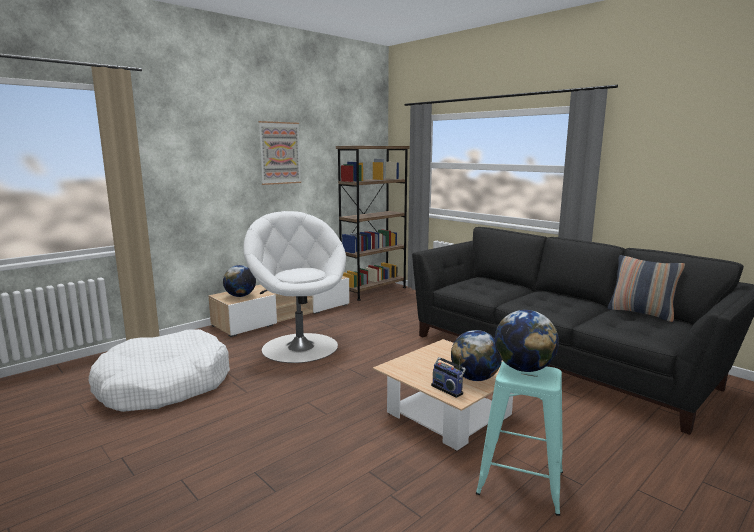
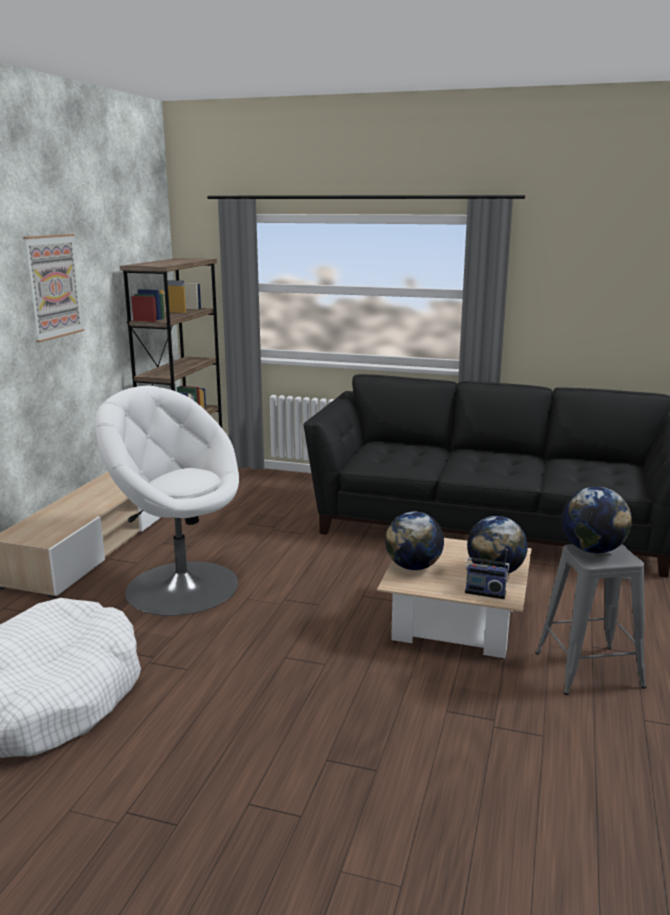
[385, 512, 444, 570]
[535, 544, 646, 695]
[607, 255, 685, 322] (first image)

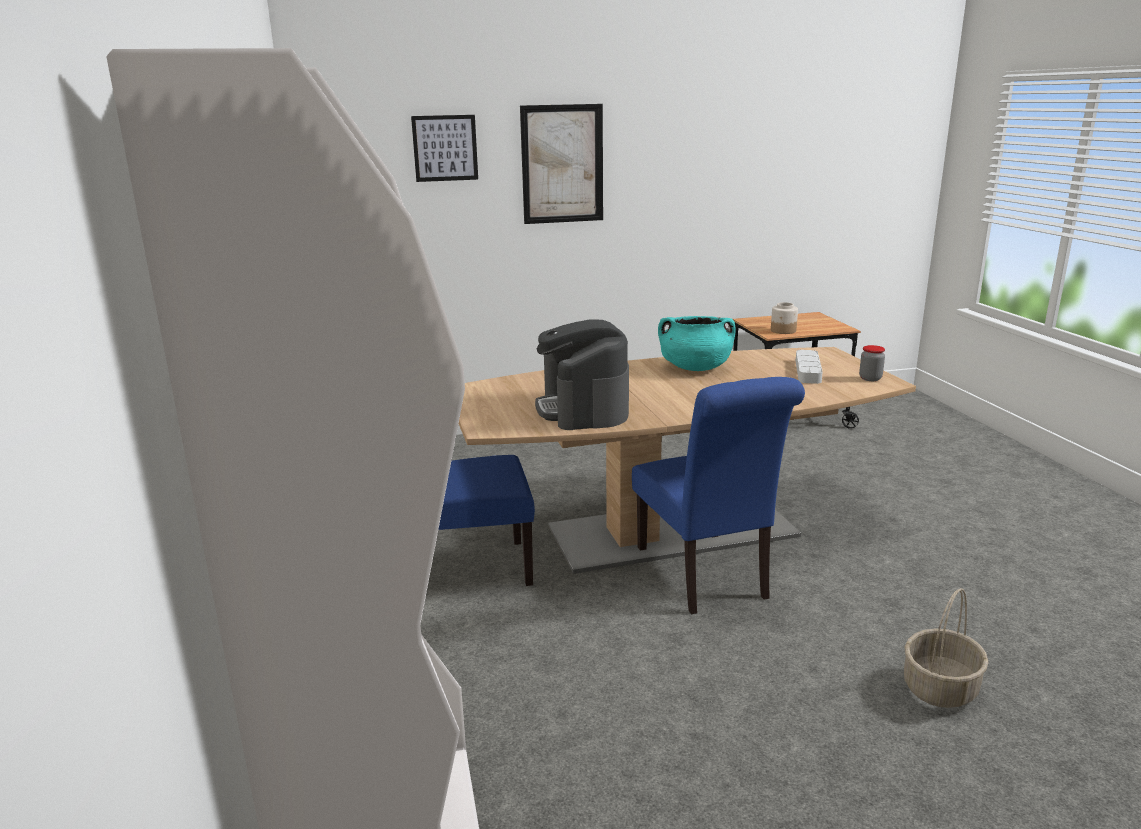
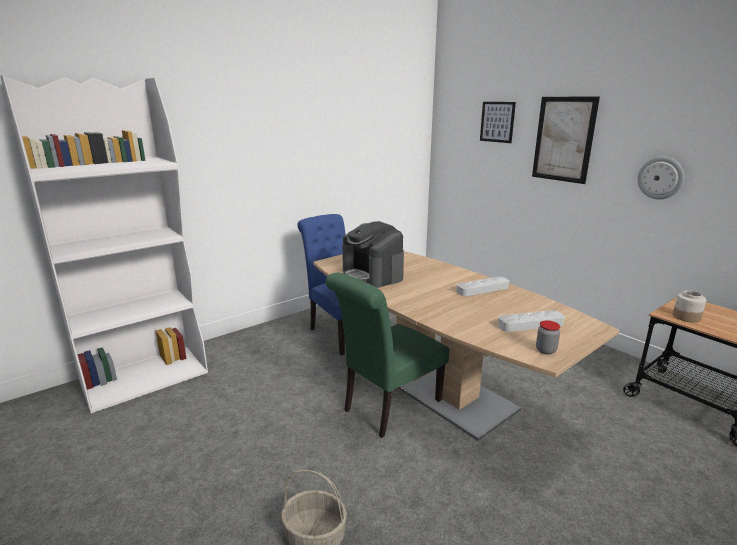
[326, 273, 449, 438]
[342, 221, 404, 288]
[456, 277, 509, 296]
[637, 157, 684, 199]

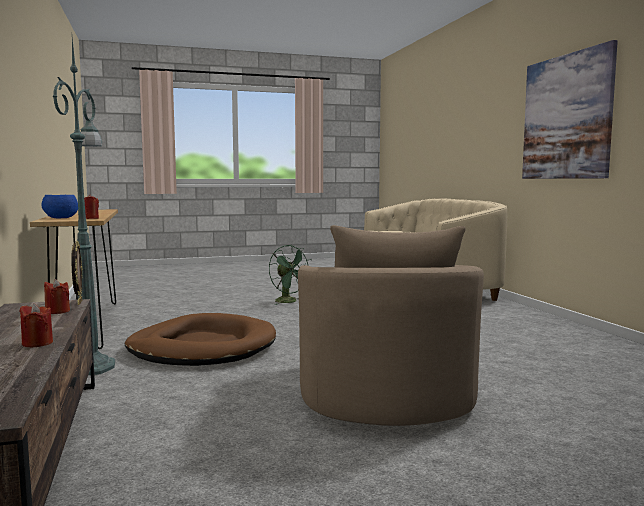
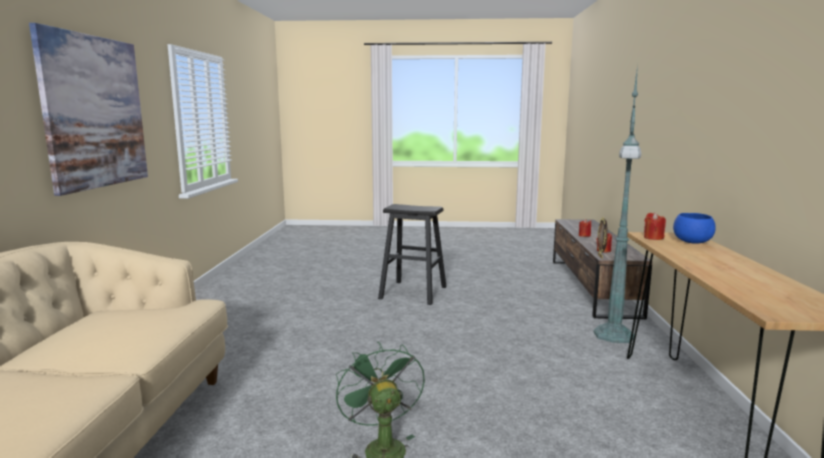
[378, 204, 447, 305]
[125, 313, 276, 366] (first image)

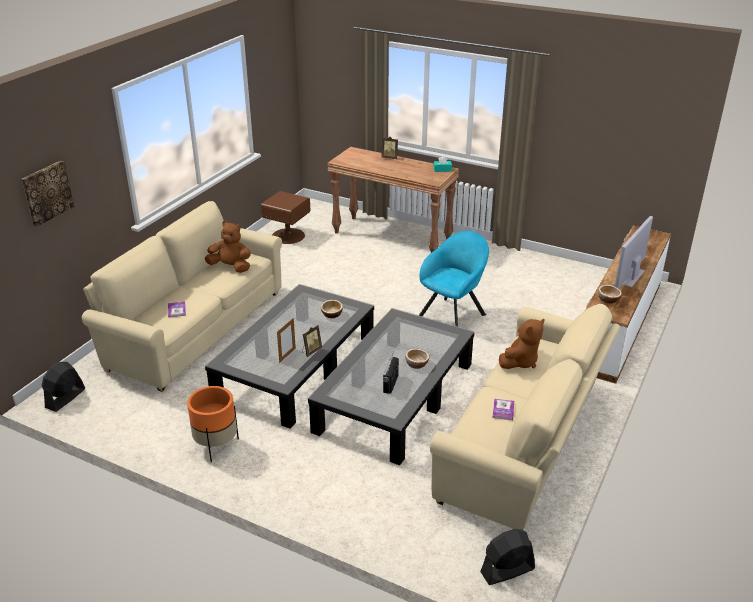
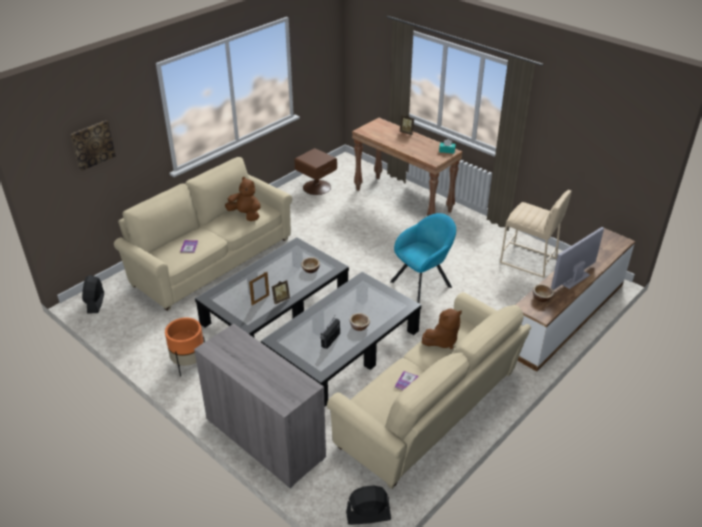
[82, 275, 104, 314]
[194, 324, 326, 488]
[500, 190, 572, 278]

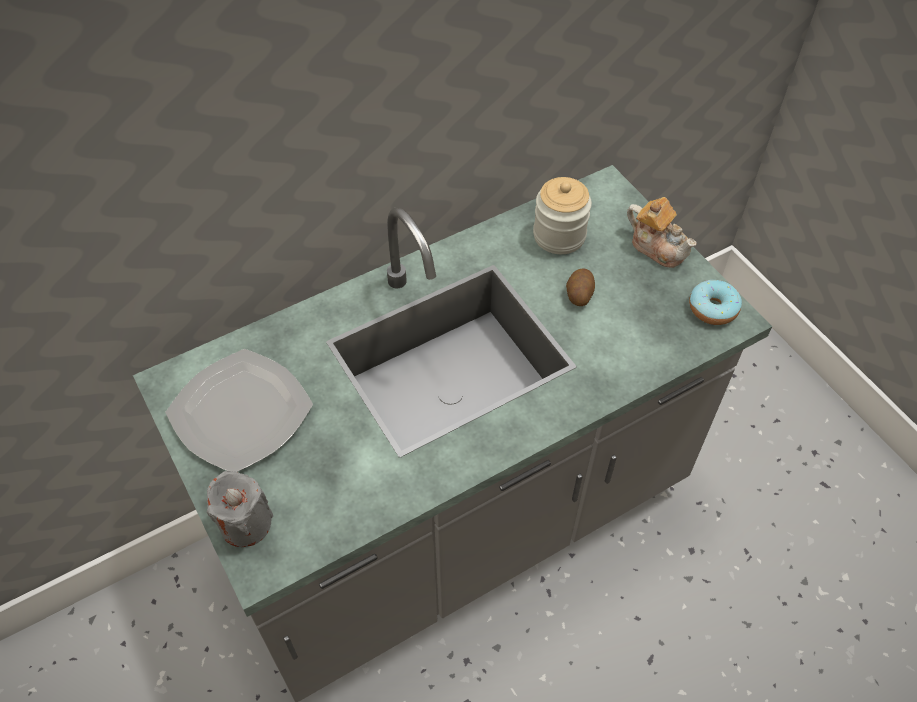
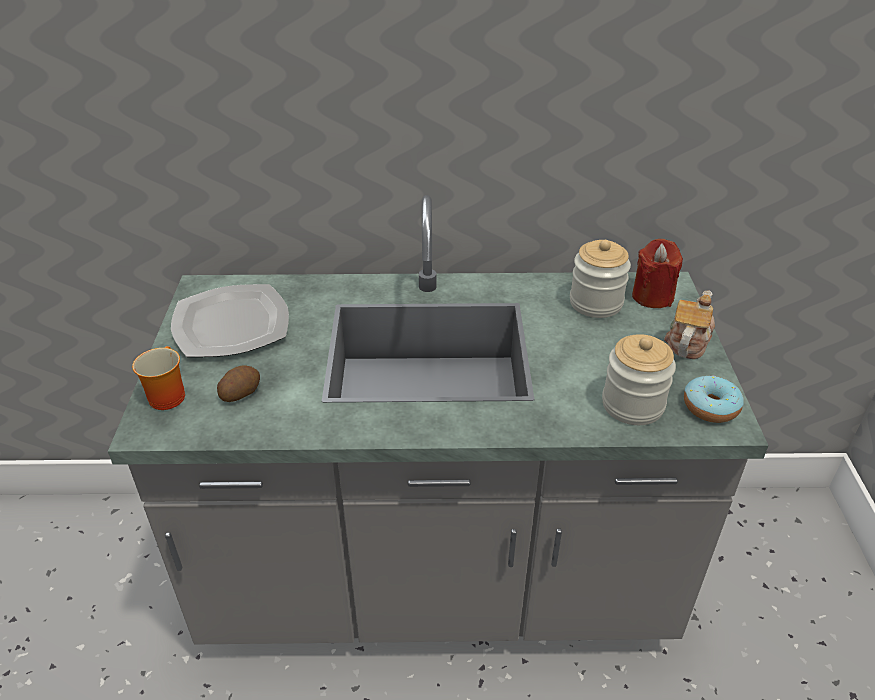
[132, 346, 185, 410]
[217, 365, 260, 402]
[602, 335, 676, 425]
[632, 239, 683, 308]
[664, 290, 715, 359]

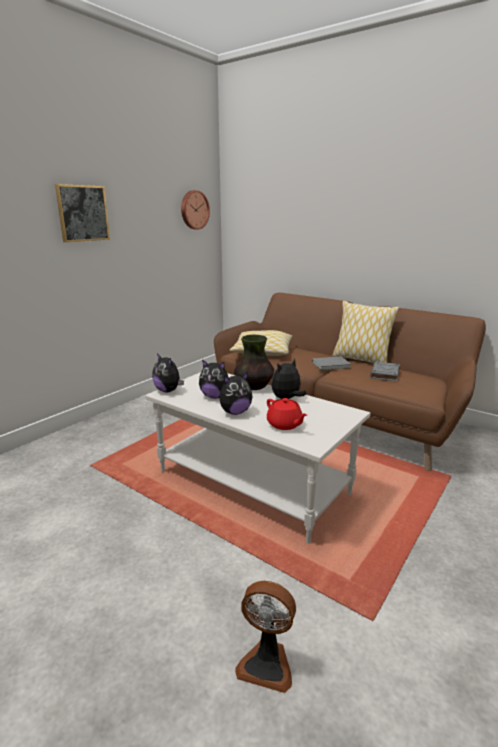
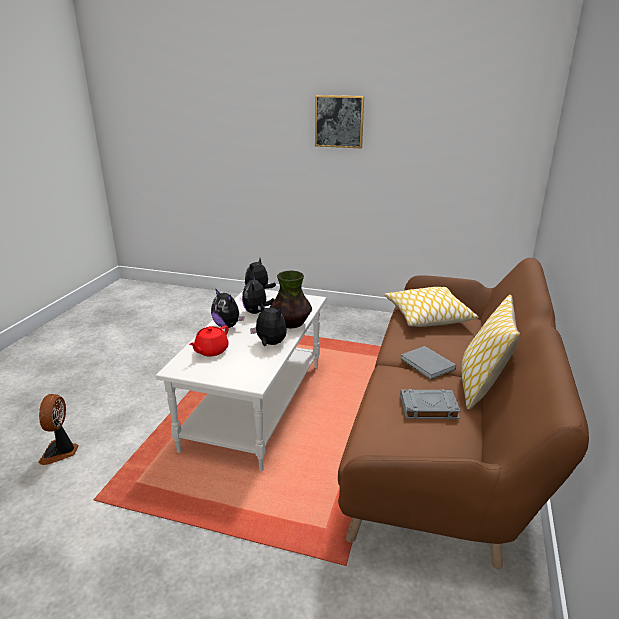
[181, 190, 210, 230] (first image)

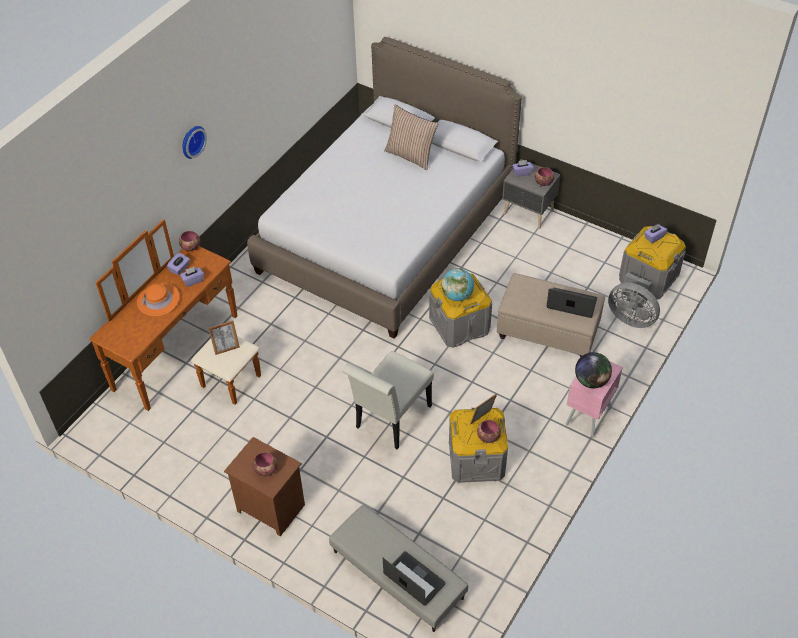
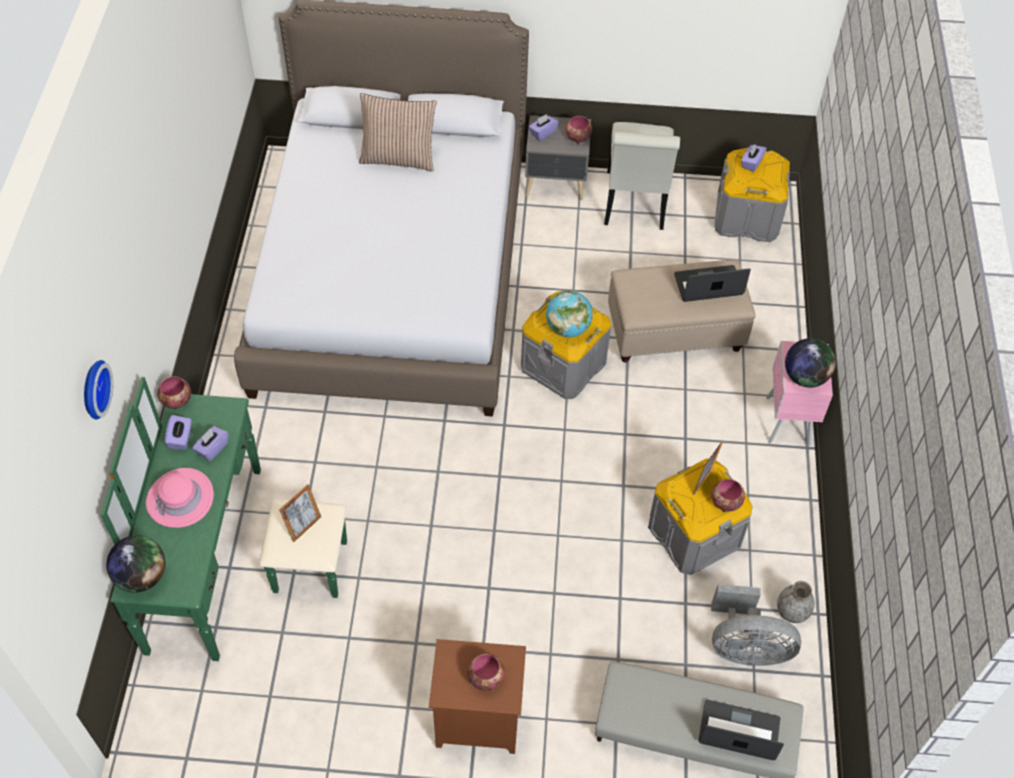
[84, 360, 113, 420]
[101, 377, 347, 661]
[106, 535, 165, 593]
[146, 468, 214, 528]
[604, 122, 680, 230]
[711, 584, 801, 666]
[777, 581, 815, 623]

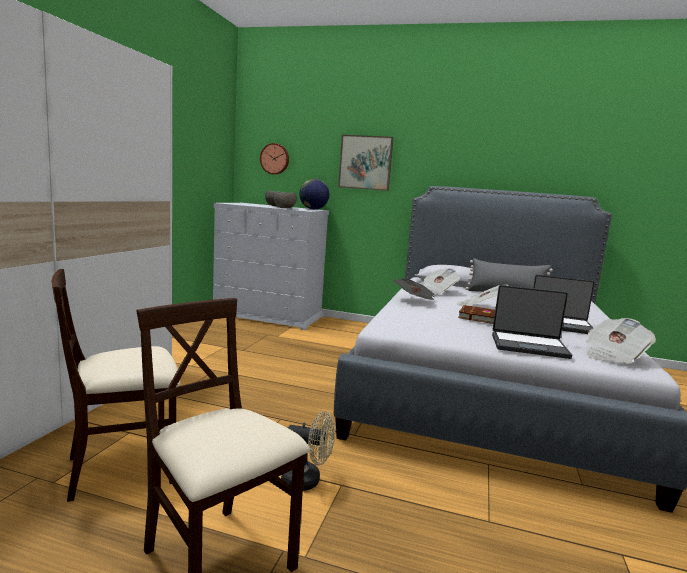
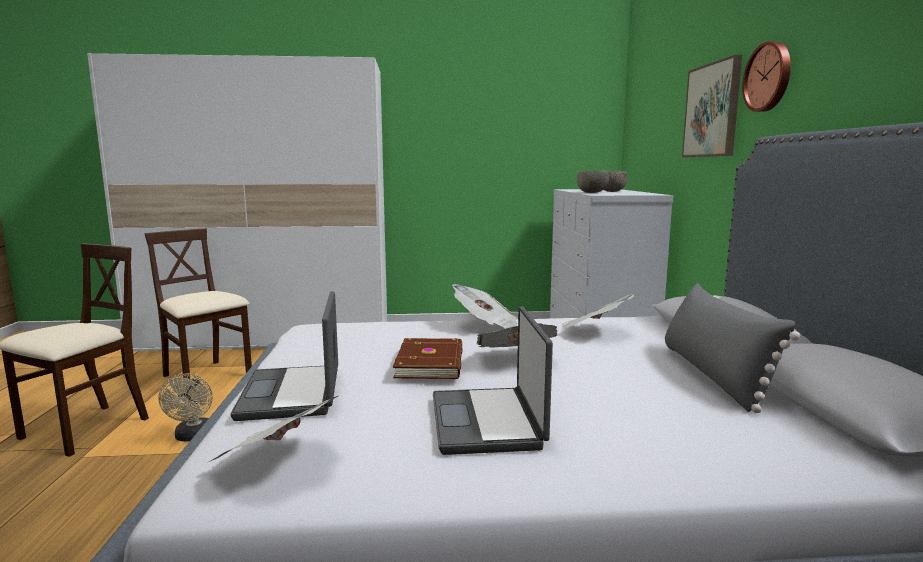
[742, 41, 791, 112]
[299, 179, 329, 209] (first image)

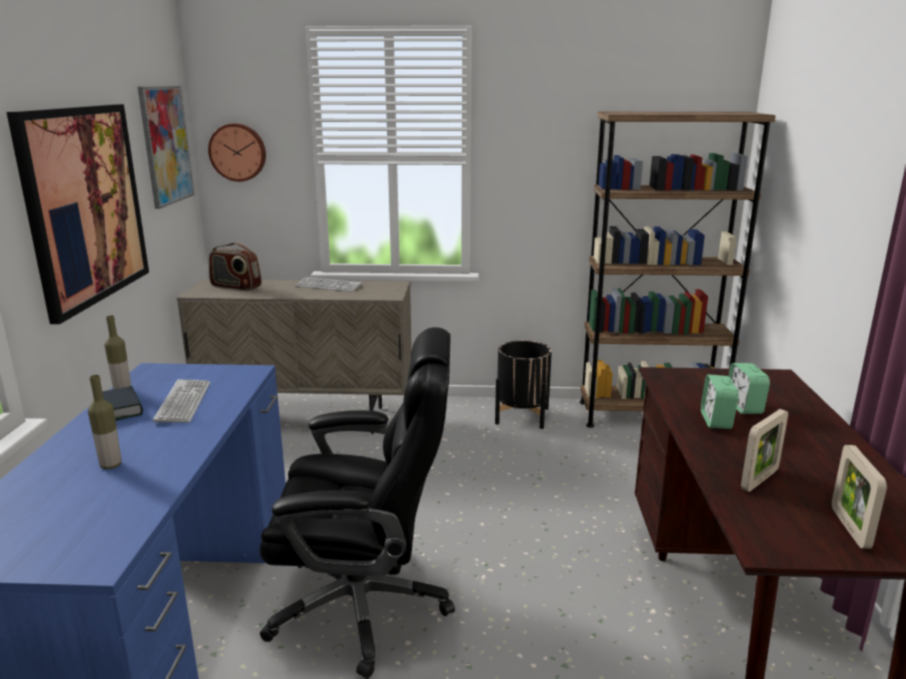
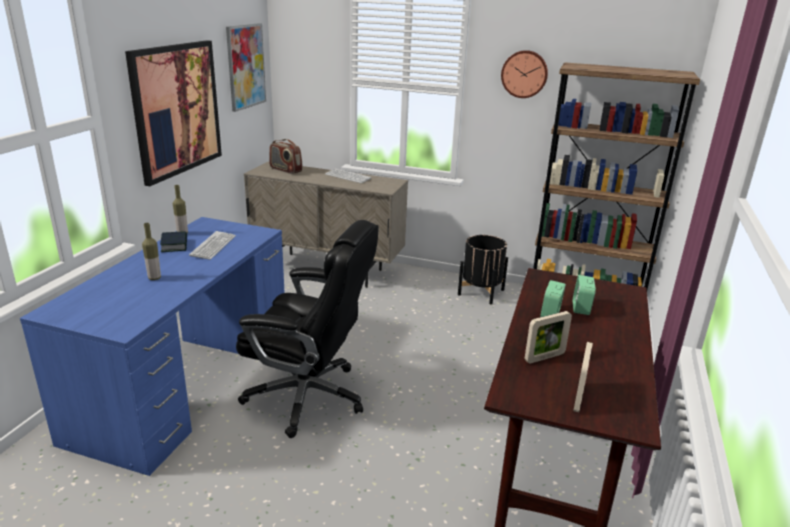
[501, 50, 548, 98]

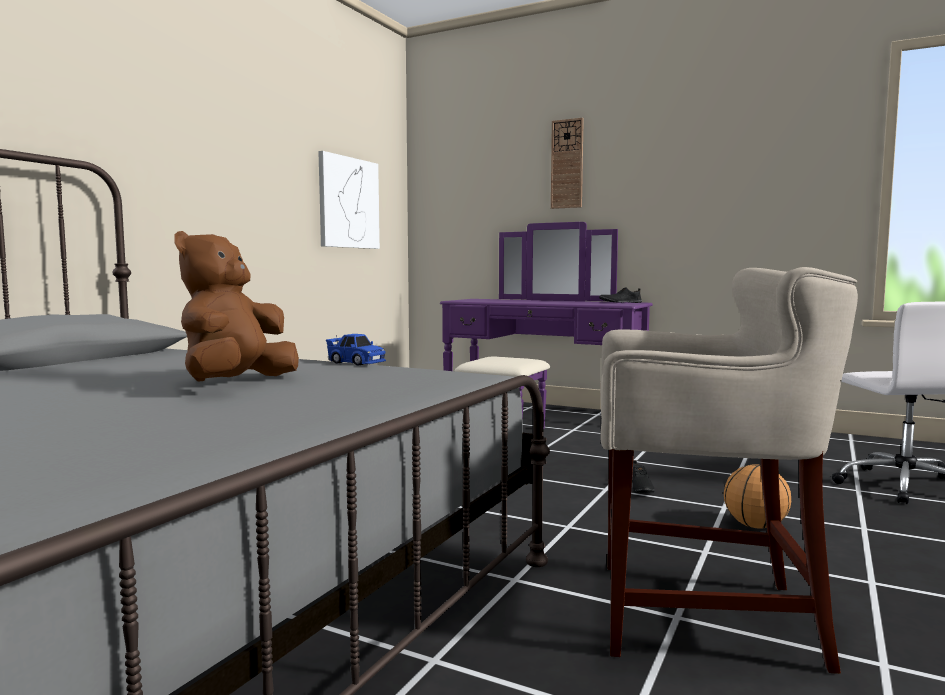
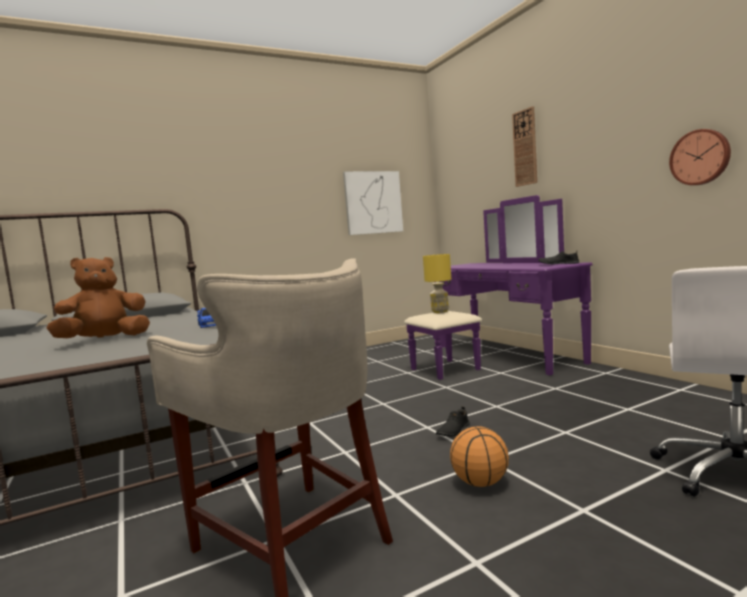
[423, 254, 451, 313]
[669, 129, 731, 185]

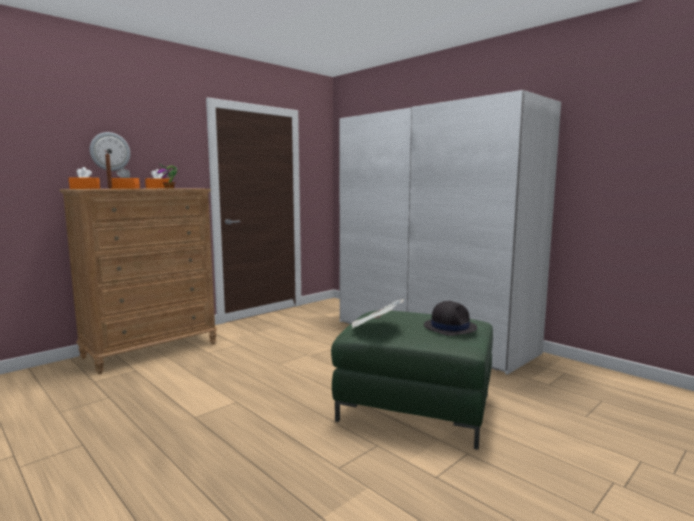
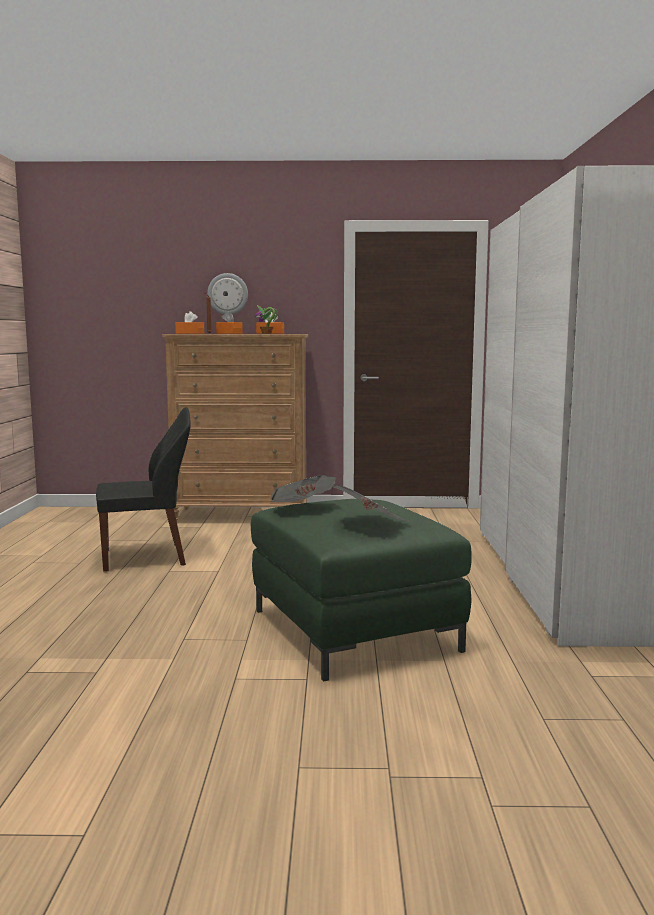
[96, 407, 191, 572]
[334, 485, 408, 521]

